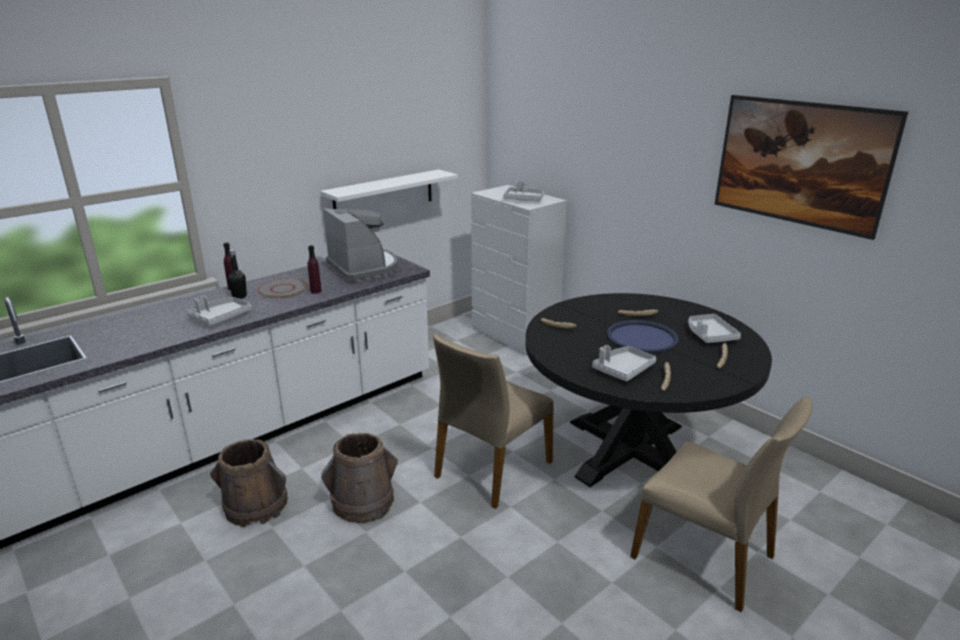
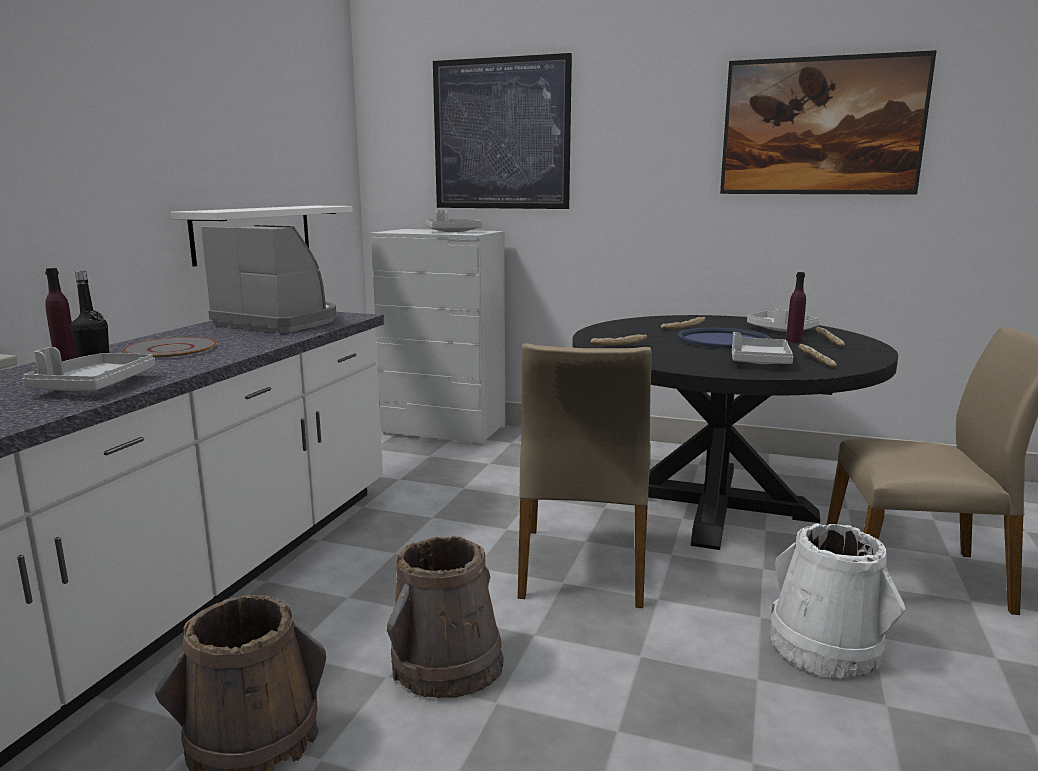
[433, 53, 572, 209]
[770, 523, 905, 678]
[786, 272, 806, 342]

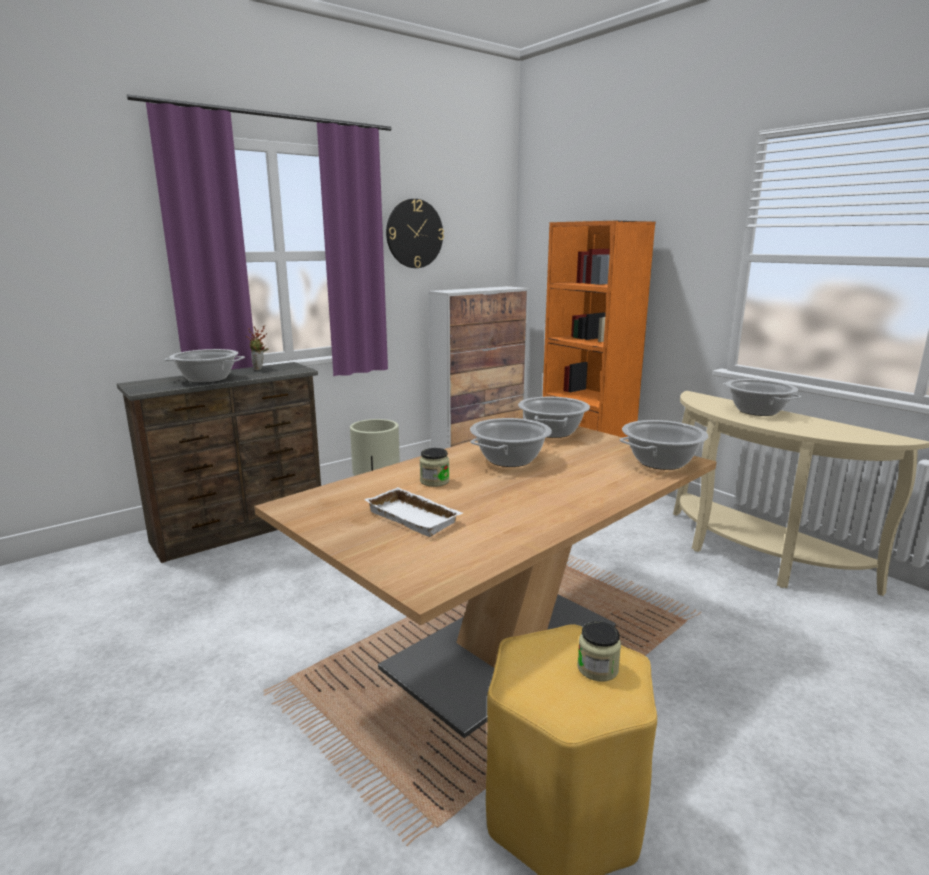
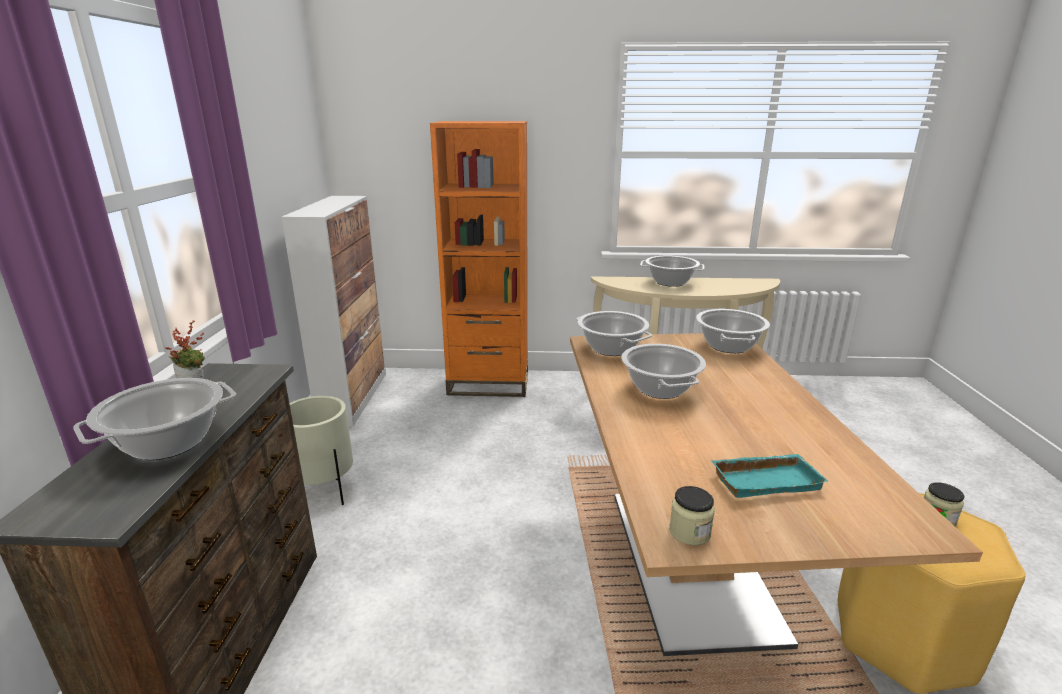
[669, 486, 715, 546]
[711, 454, 828, 498]
[386, 199, 444, 268] (first image)

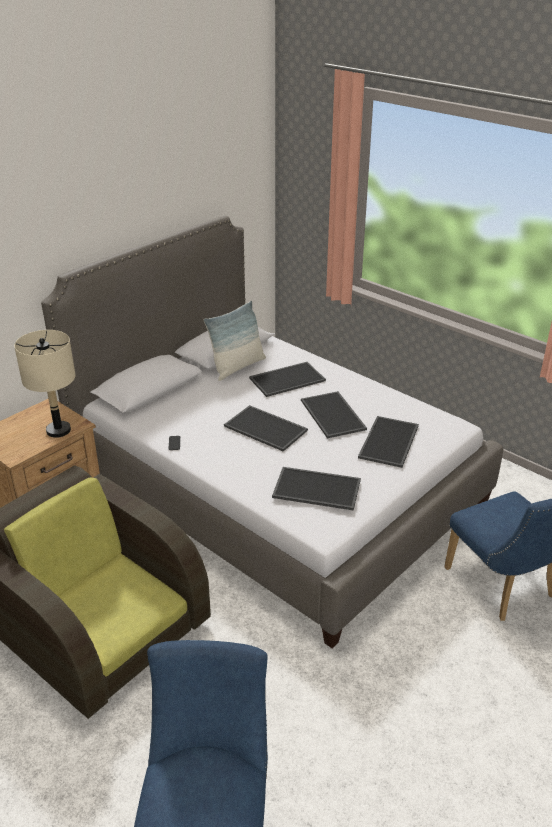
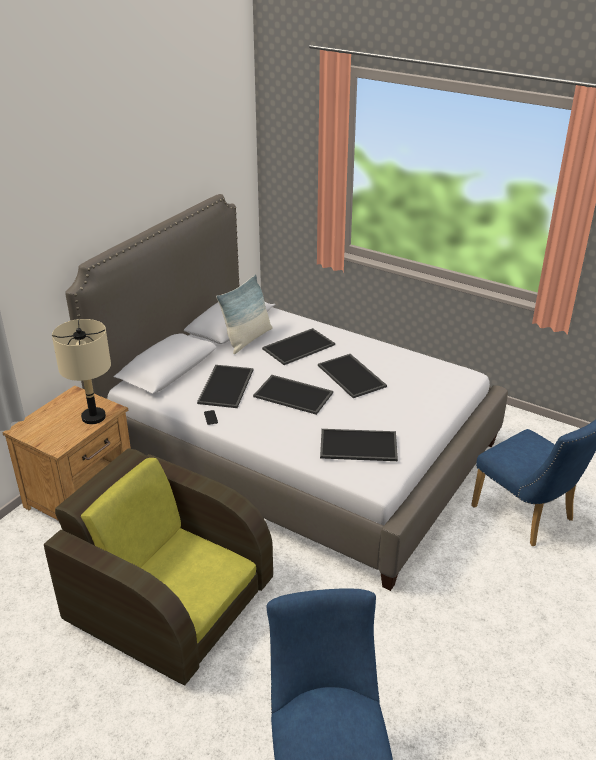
[197, 365, 253, 408]

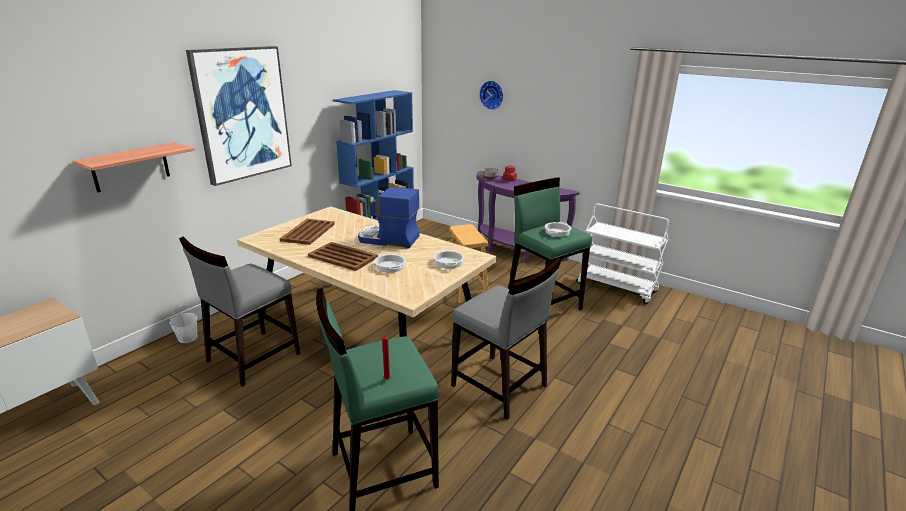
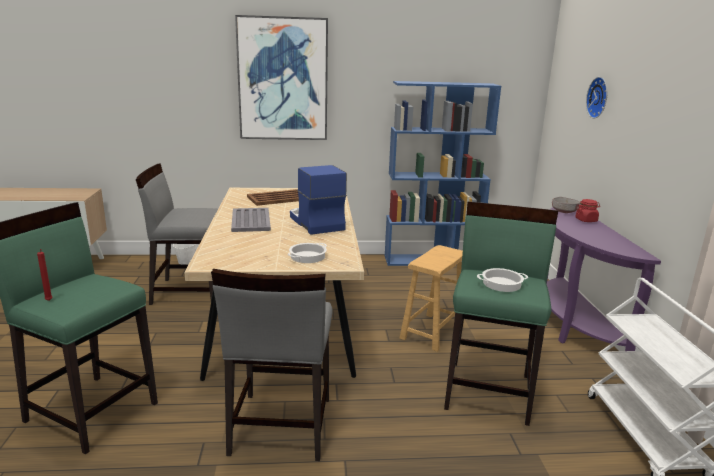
[231, 208, 271, 232]
[73, 142, 195, 193] (first image)
[374, 253, 406, 273] (first image)

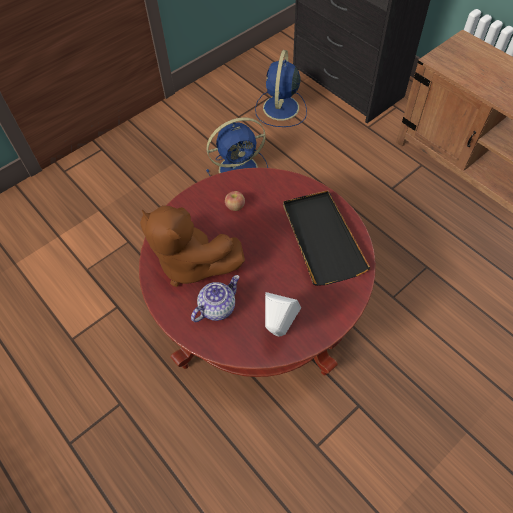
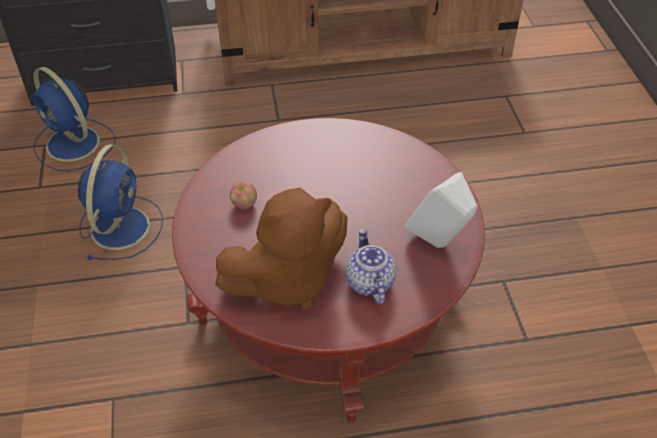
[283, 190, 370, 286] (first image)

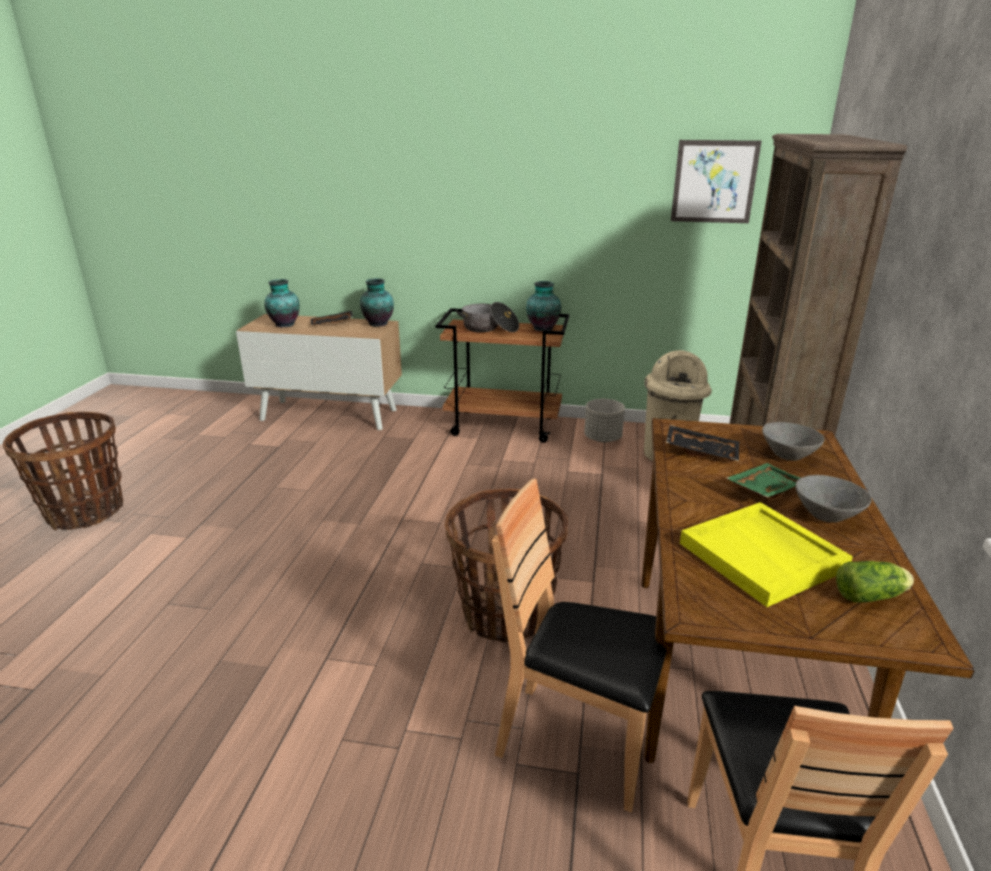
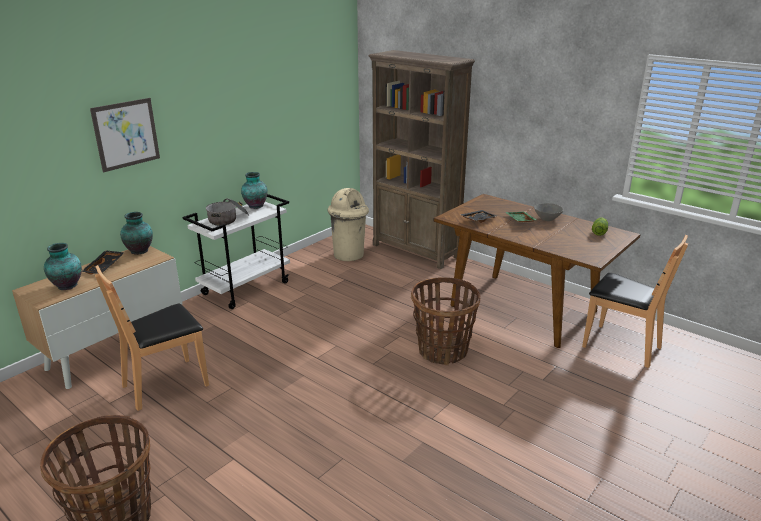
[90, 98, 160, 172]
[95, 265, 209, 411]
[182, 194, 290, 309]
[584, 399, 625, 442] (first image)
[680, 502, 853, 607] (first image)
[762, 422, 825, 461] (first image)

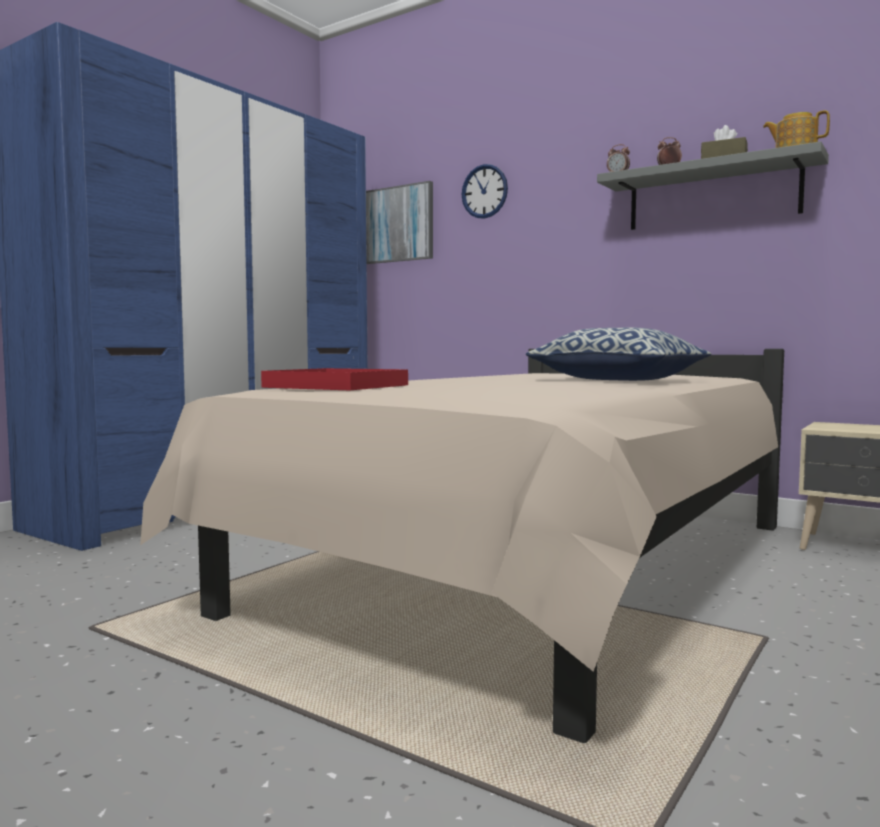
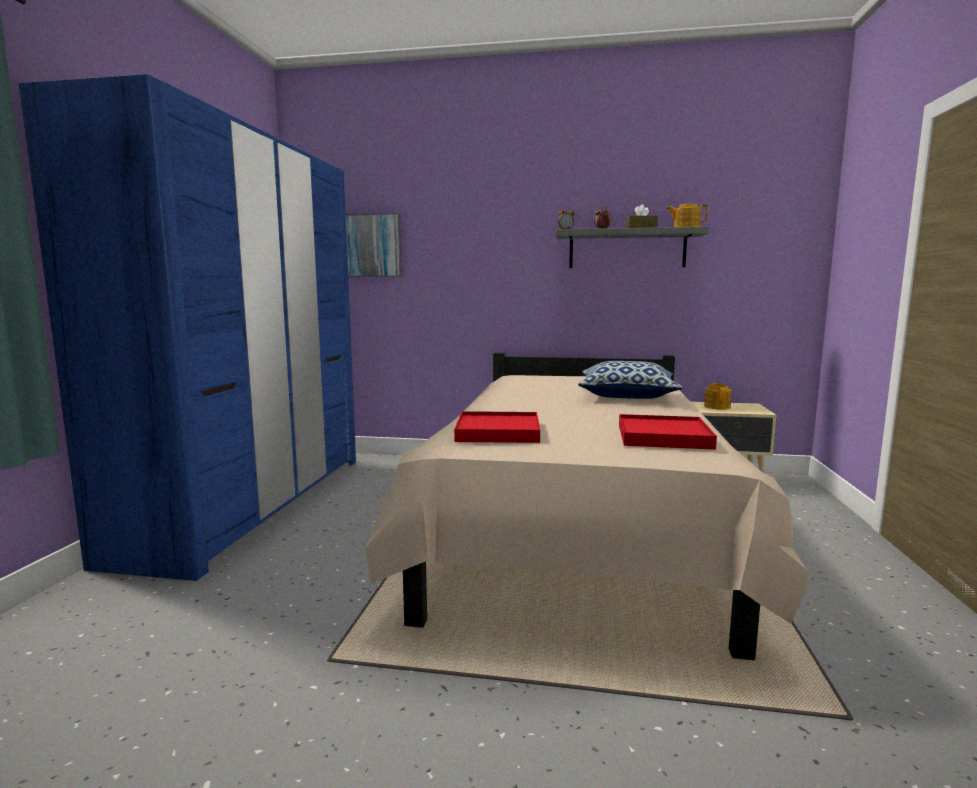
[619, 414, 717, 450]
[704, 383, 732, 410]
[461, 164, 508, 219] (first image)

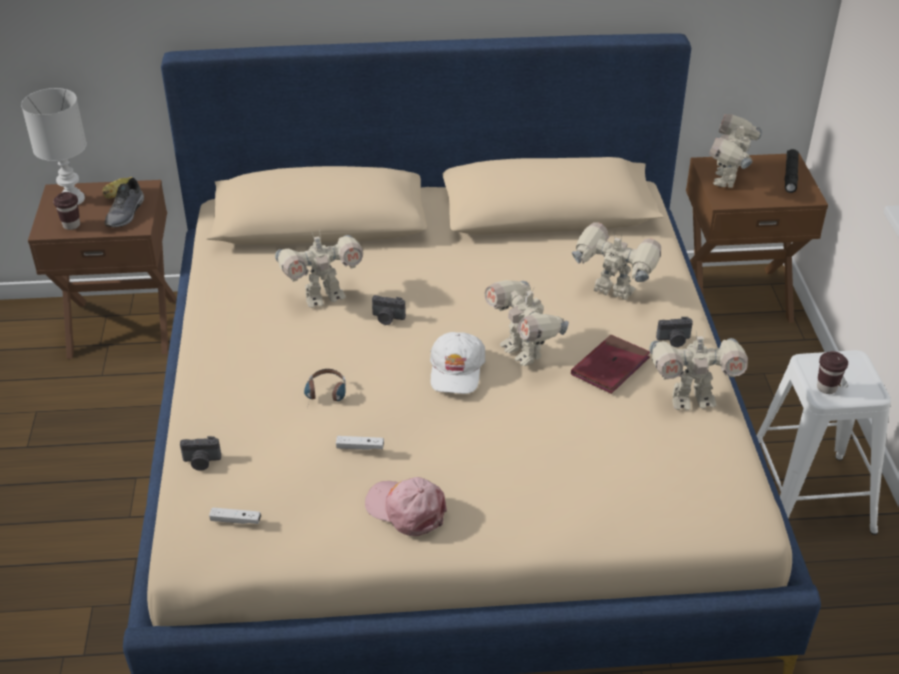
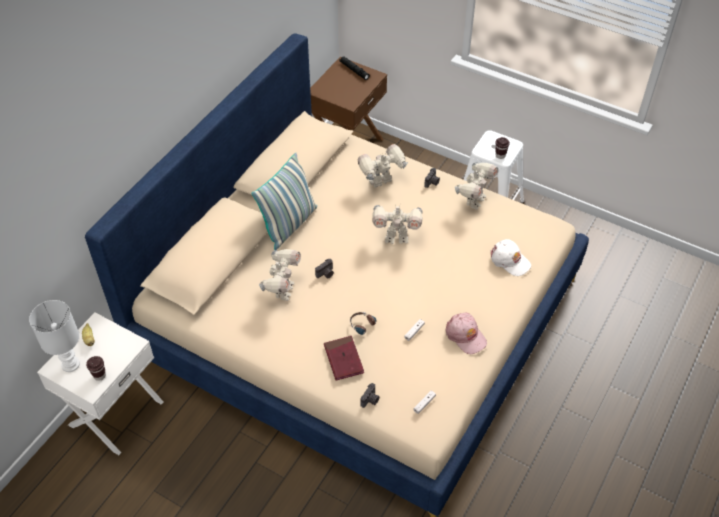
[37, 313, 163, 455]
[251, 152, 317, 250]
[324, 336, 364, 381]
[445, 313, 487, 354]
[491, 239, 531, 276]
[105, 178, 144, 228] (first image)
[709, 114, 762, 188] (first image)

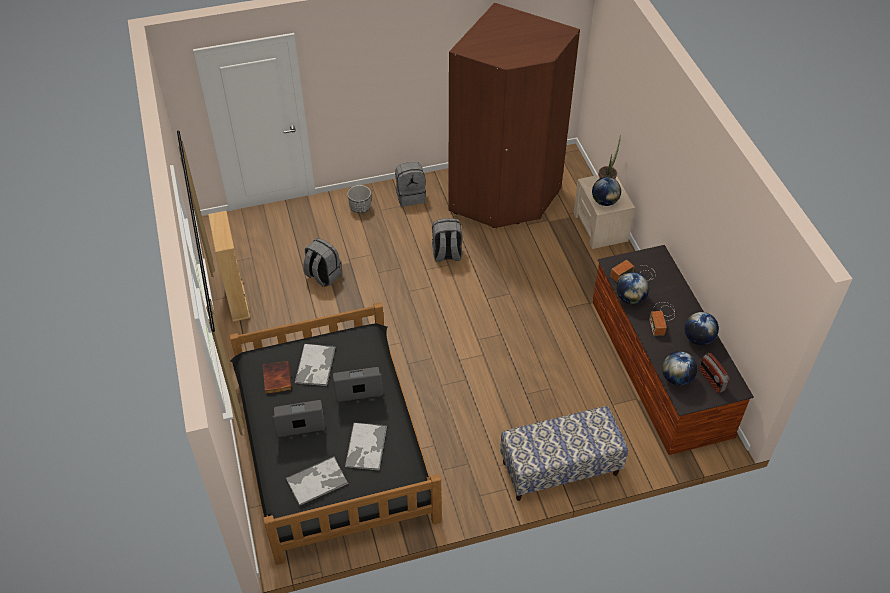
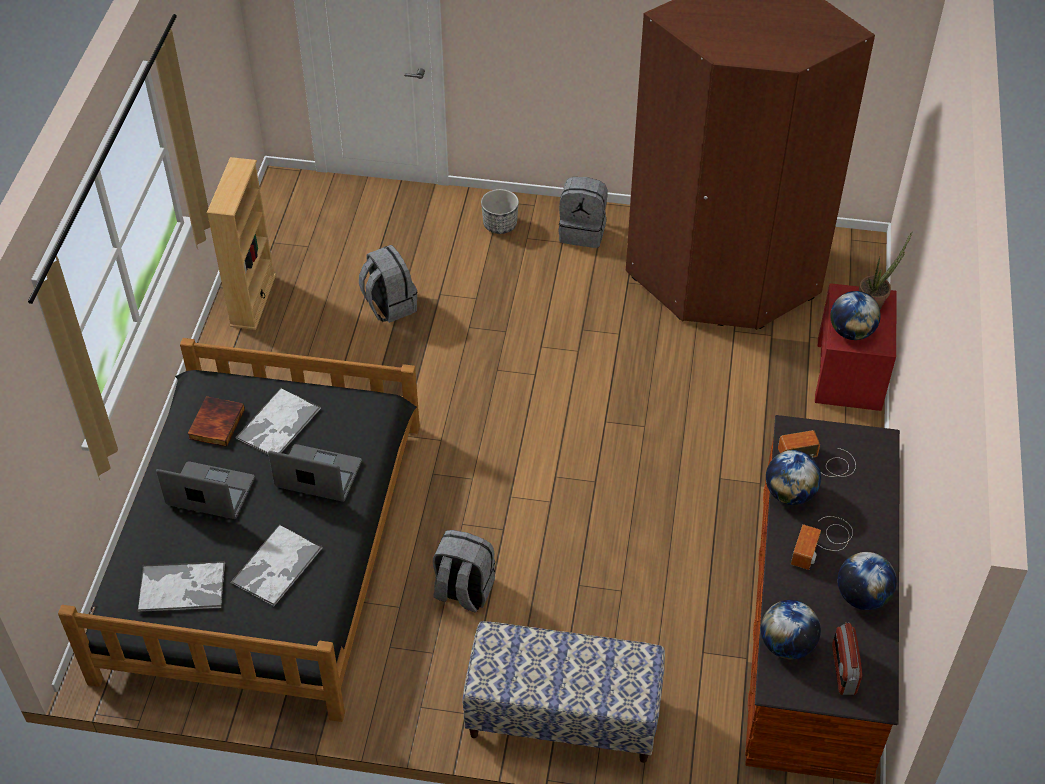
[433, 530, 495, 612]
[815, 283, 897, 411]

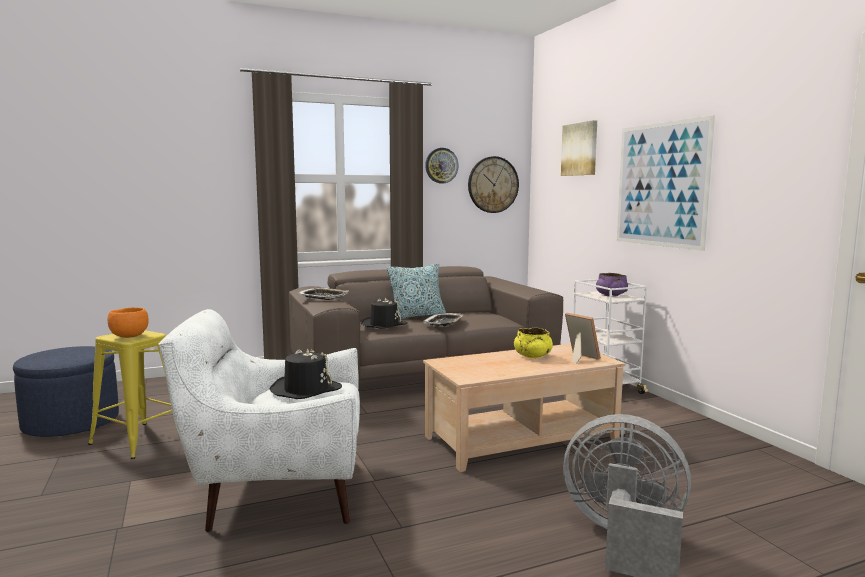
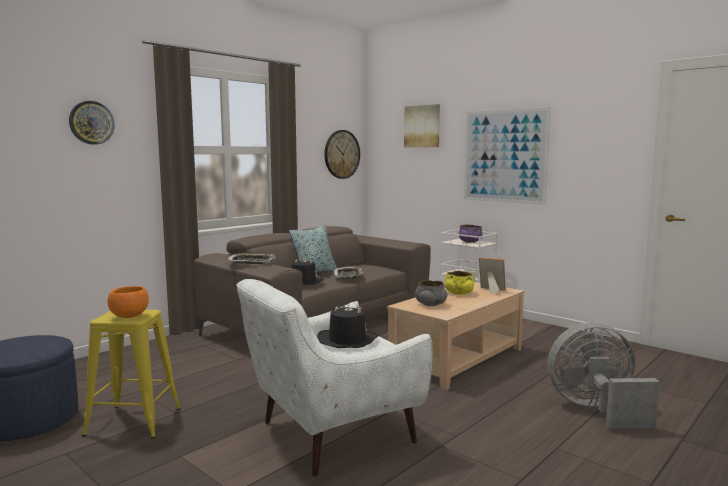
[69, 101, 115, 145]
[415, 280, 447, 306]

